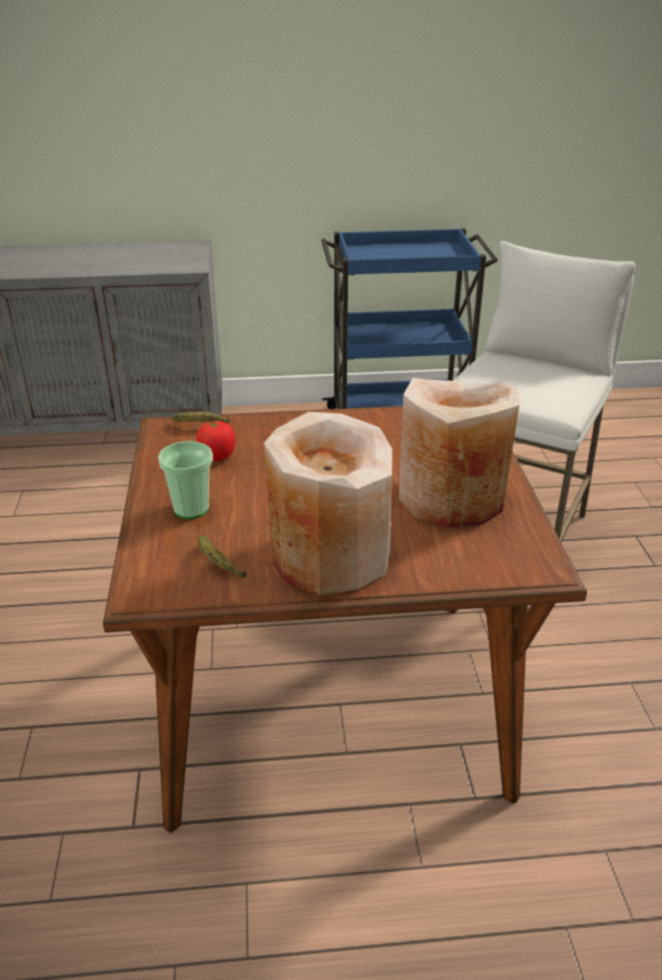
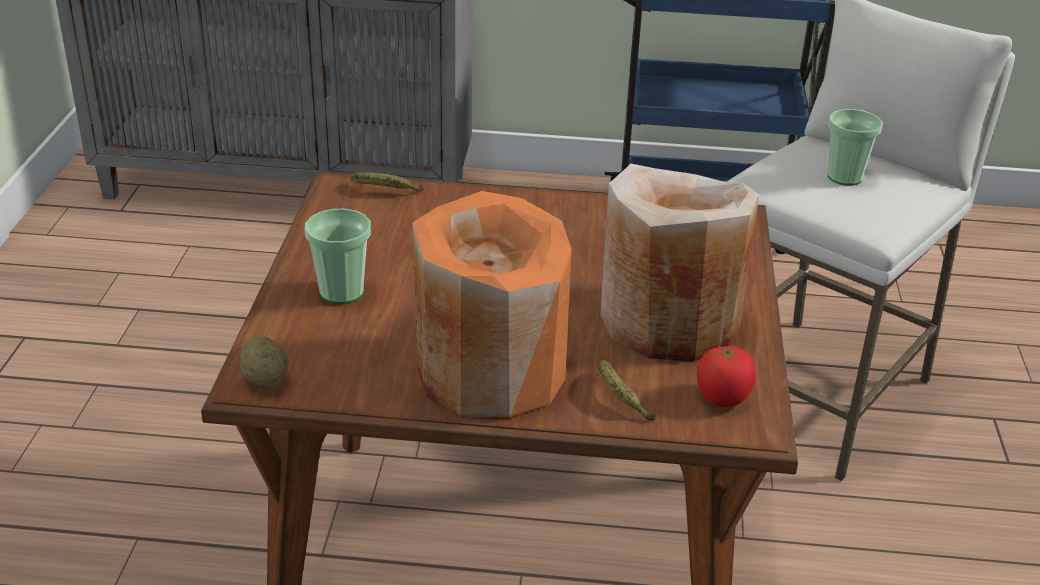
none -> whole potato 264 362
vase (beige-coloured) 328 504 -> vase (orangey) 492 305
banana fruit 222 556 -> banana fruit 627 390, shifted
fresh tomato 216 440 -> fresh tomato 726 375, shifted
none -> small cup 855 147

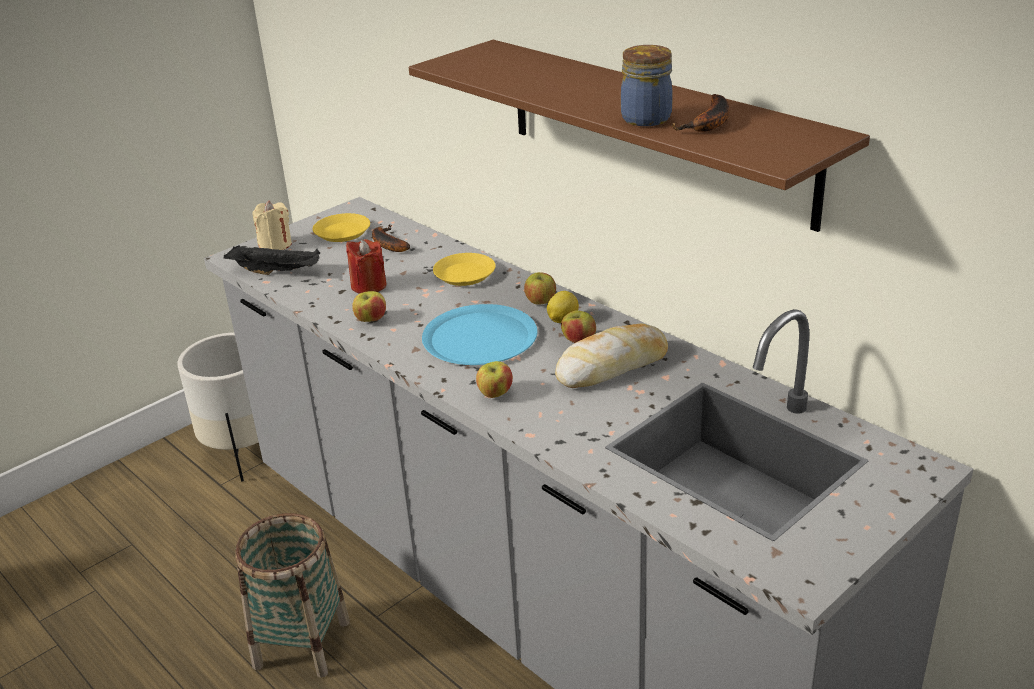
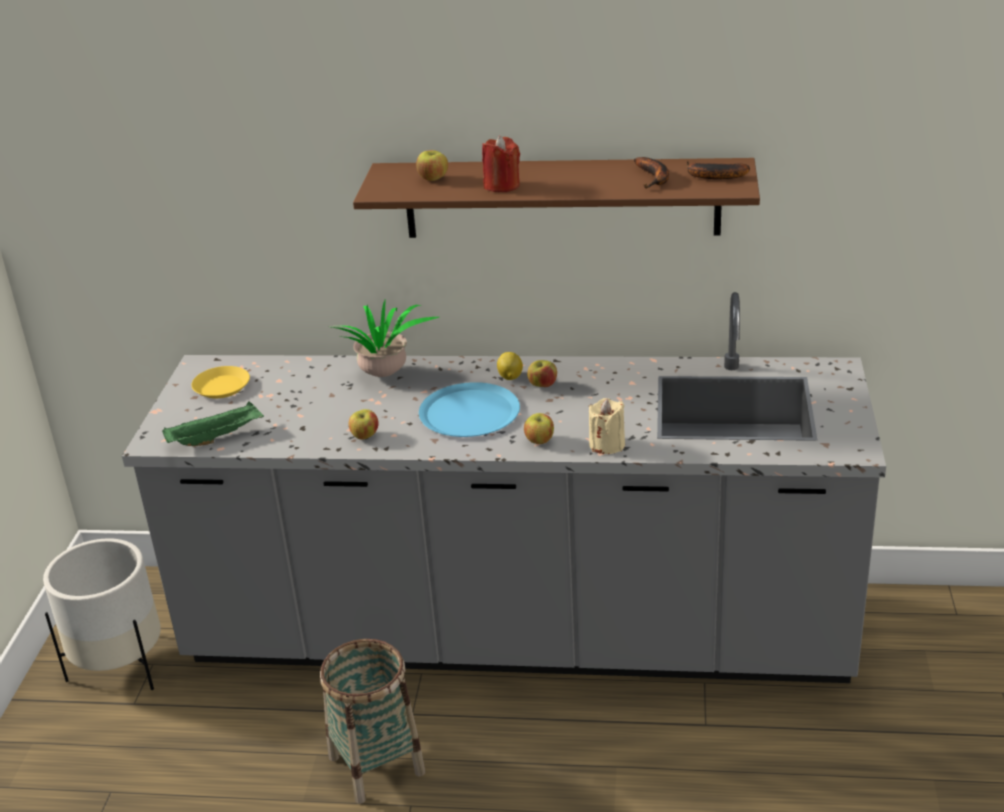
serving tray (blackish) 272 260 -> serving tray (greenish) 213 424
dinner plate (yellow) 464 269 -> potted plant 385 337
apple fruit 540 288 -> apple fruit 432 165, shifted
wax candle (reddish) 366 266 -> wax candle (reddish) 501 164, shifted
wax candle (beige-coloured) 272 225 -> wax candle (beige-coloured) 607 426, shifted
banana fruit 391 238 -> banana fruit 718 170, shifted
baked bread 611 355 -> none
jar 647 85 -> none

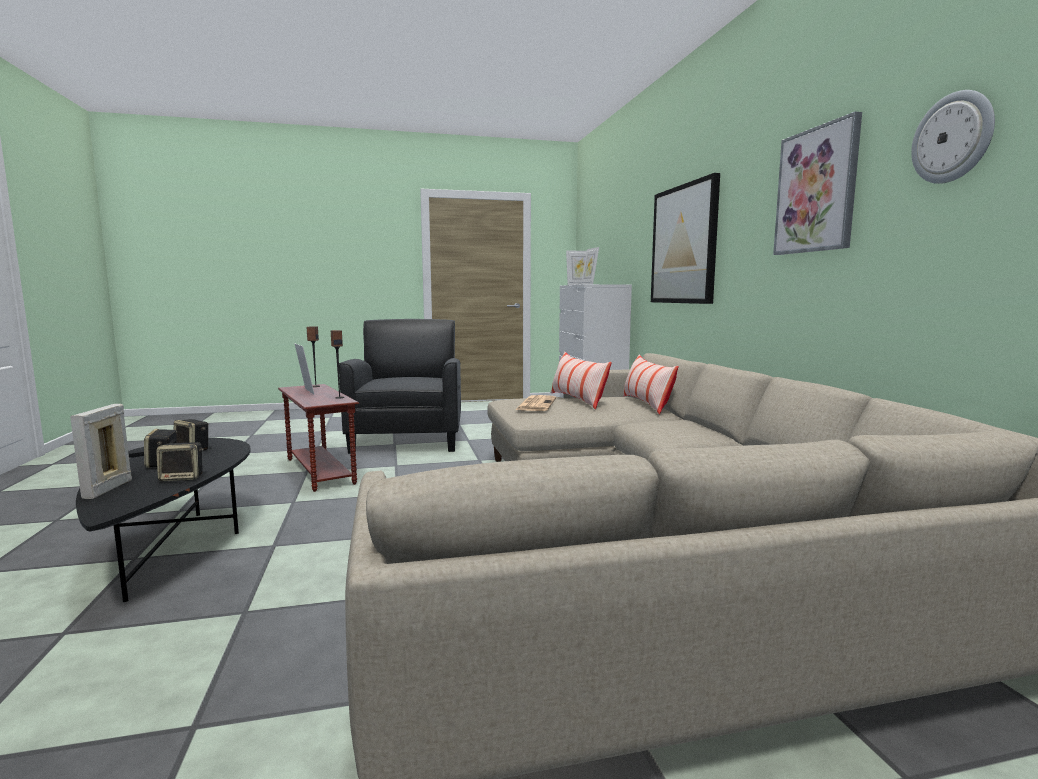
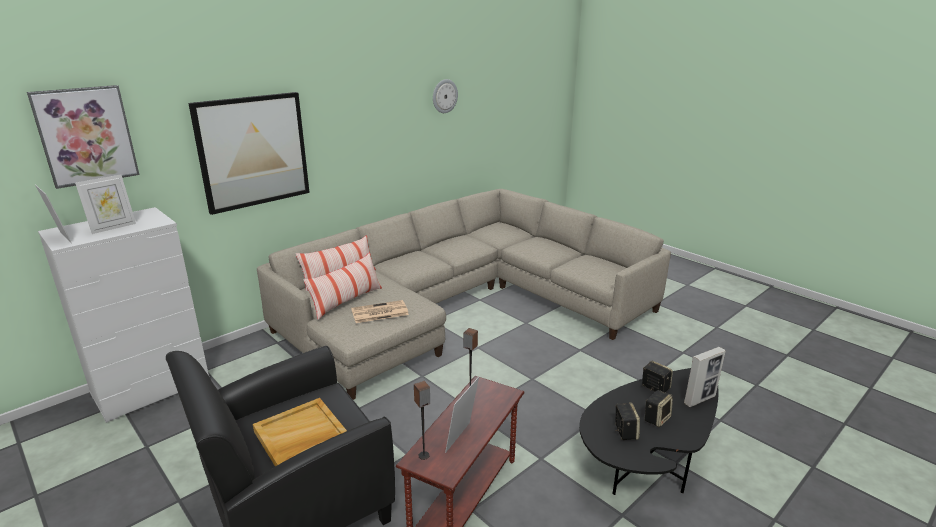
wall art 817 183 -> wall art 83 137, shifted
none -> serving tray (beige-coloured) 300 432

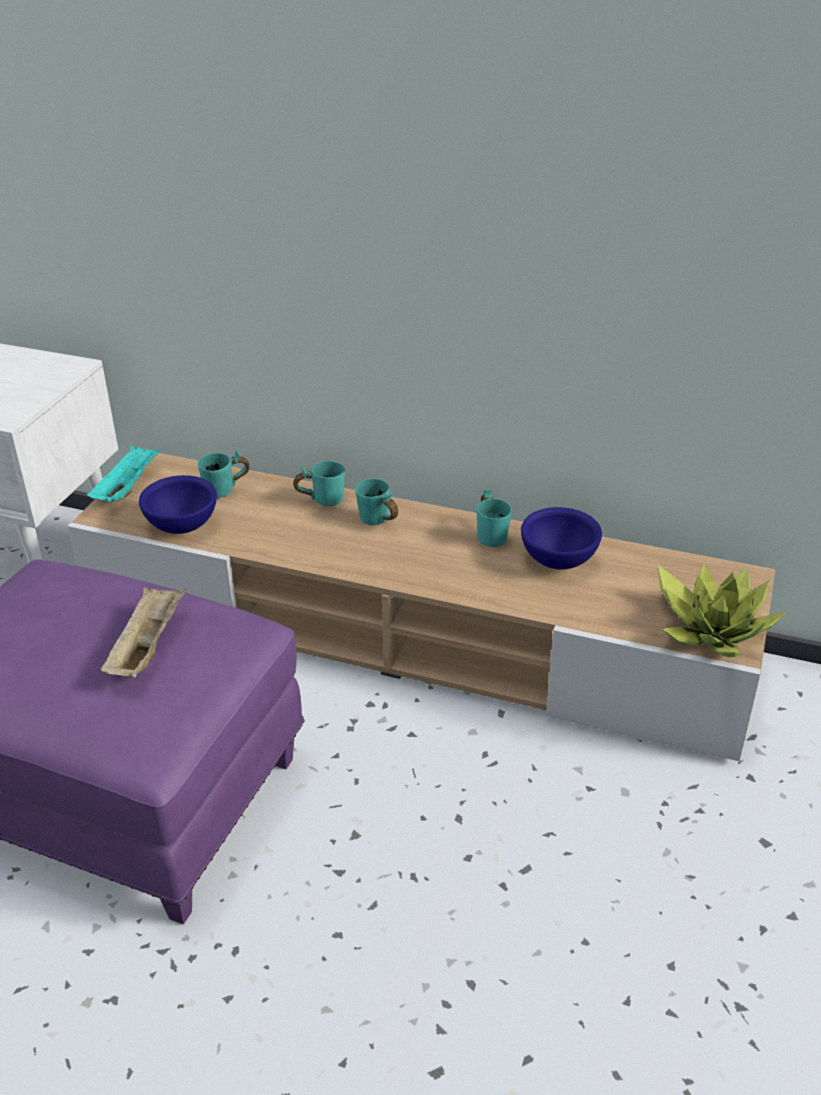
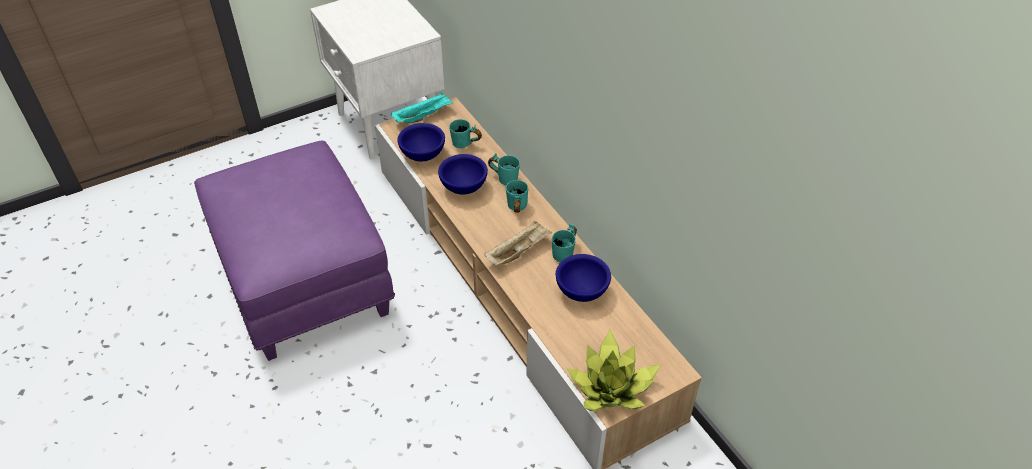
none -> deep dish (blue-coloured) 463 174
serving tray (beige-coloured) 143 632 -> serving tray (beige-coloured) 519 243, shifted

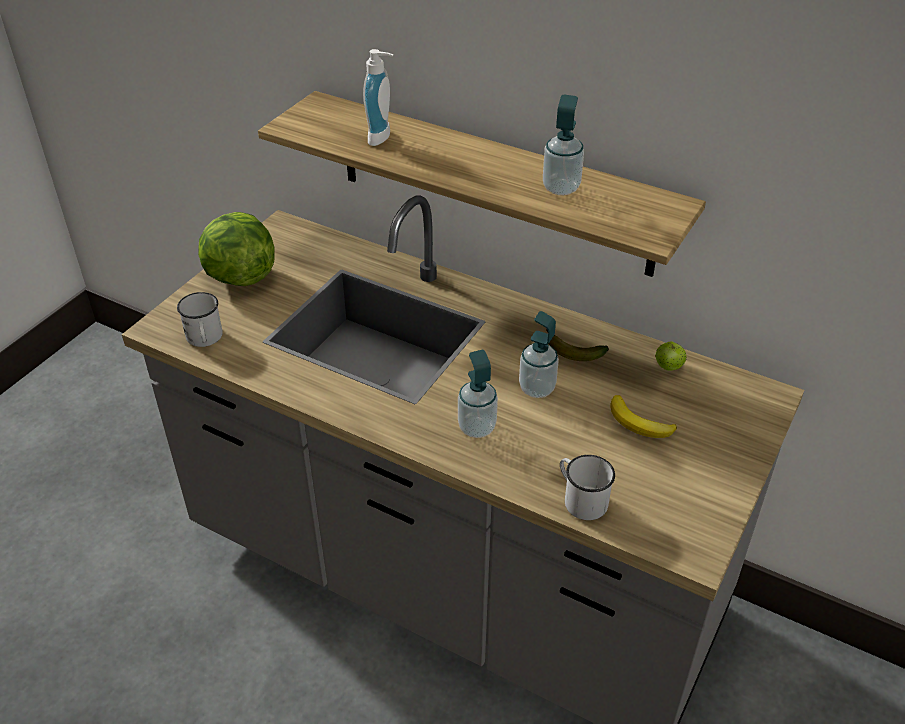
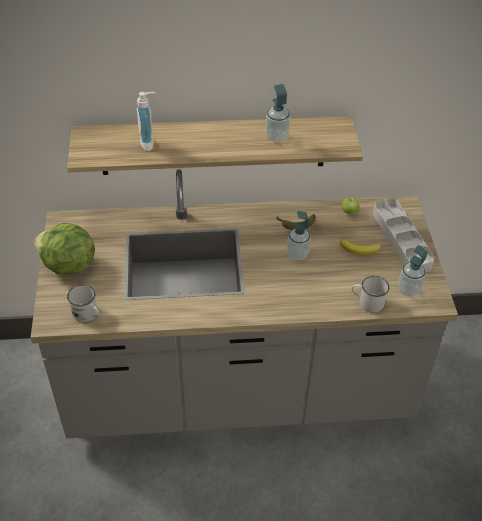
none -> serving tray (grey) 403 235
liquid soap bottle 478 394 -> liquid soap bottle 412 270, shifted

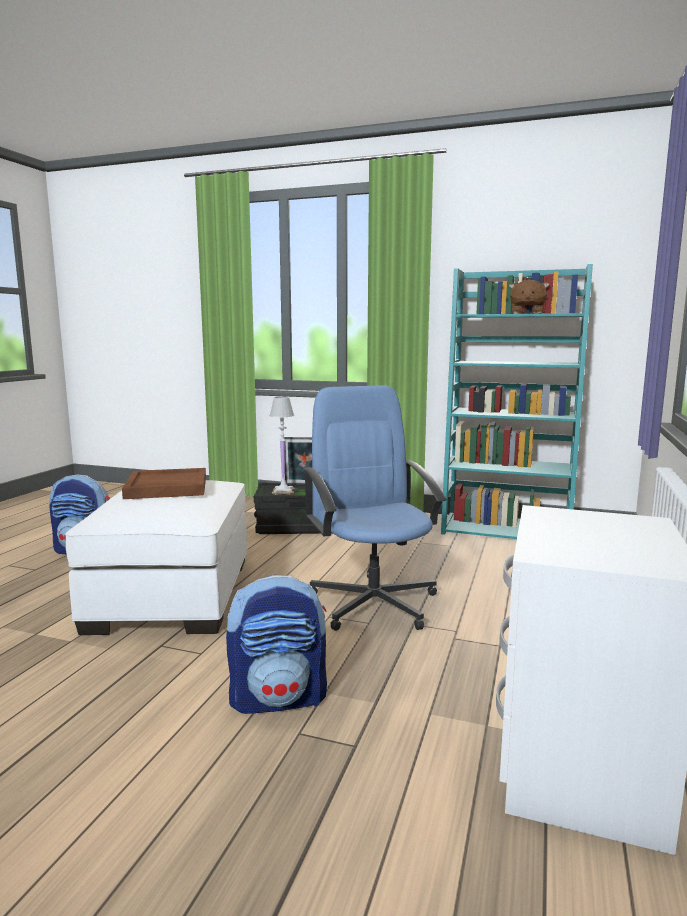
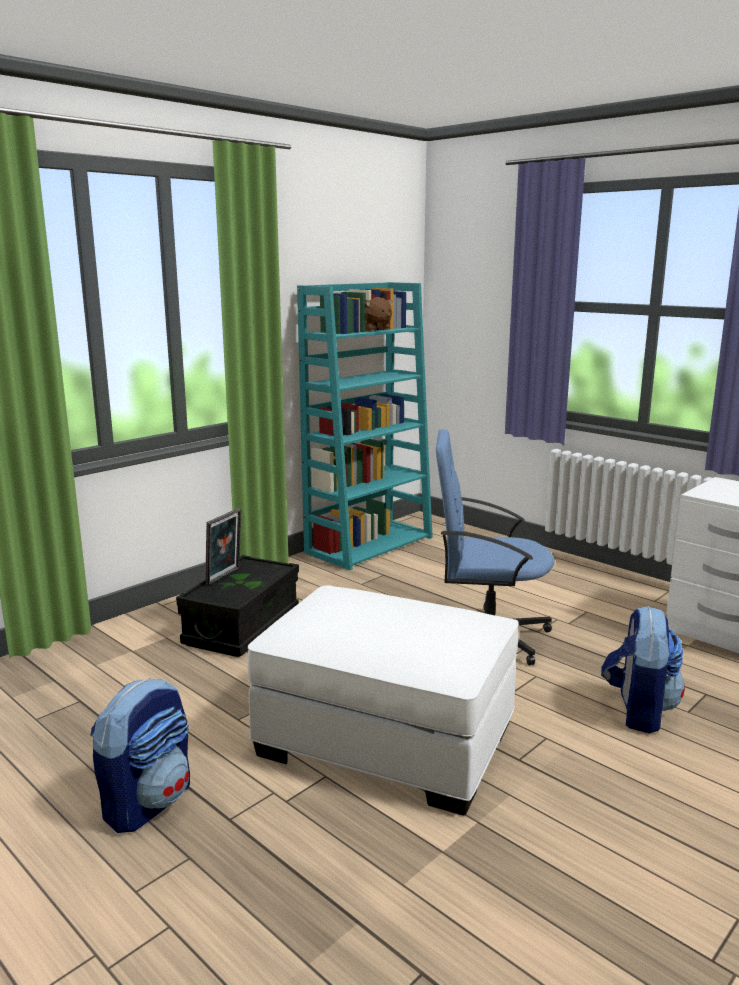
serving tray (brownish) 164 483 -> none
lamp for a table (whitish) 282 445 -> none

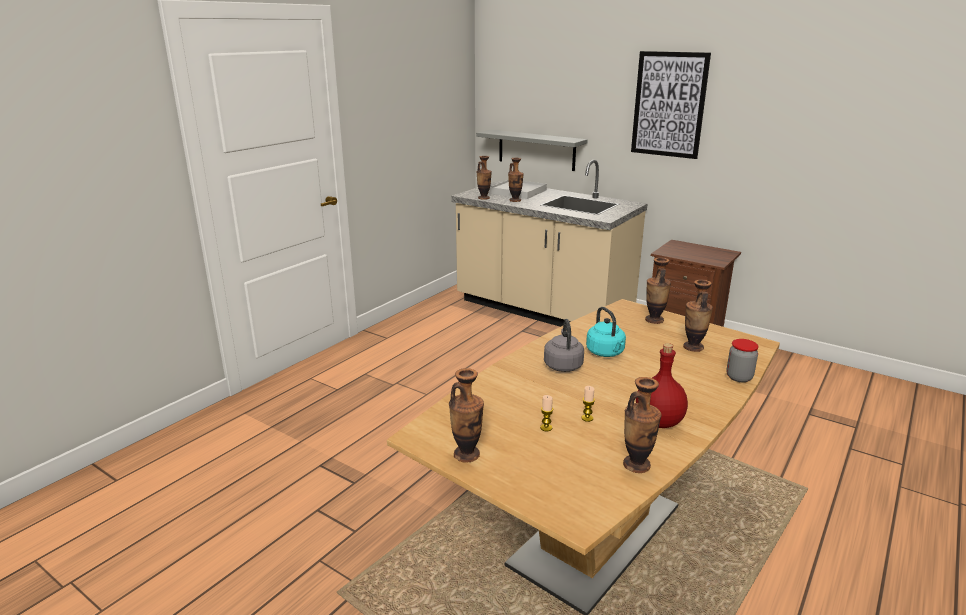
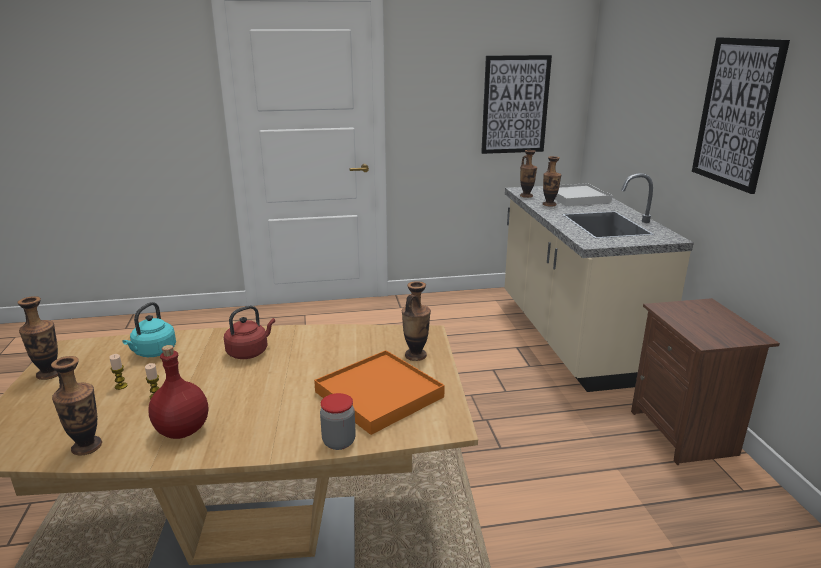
kettle (turquoise) 606 332 -> kettle (turquoise) 149 329, shifted
kettle (grey) 564 345 -> kettle (reddish) 249 332
vase 698 316 -> serving tray (orangey) 379 392
none -> wall art 516 104
shelf (grey) 532 150 -> none

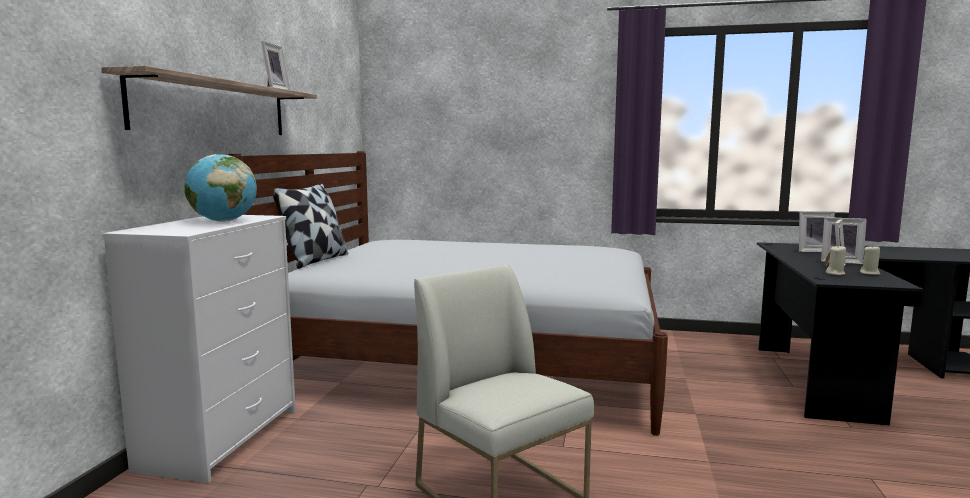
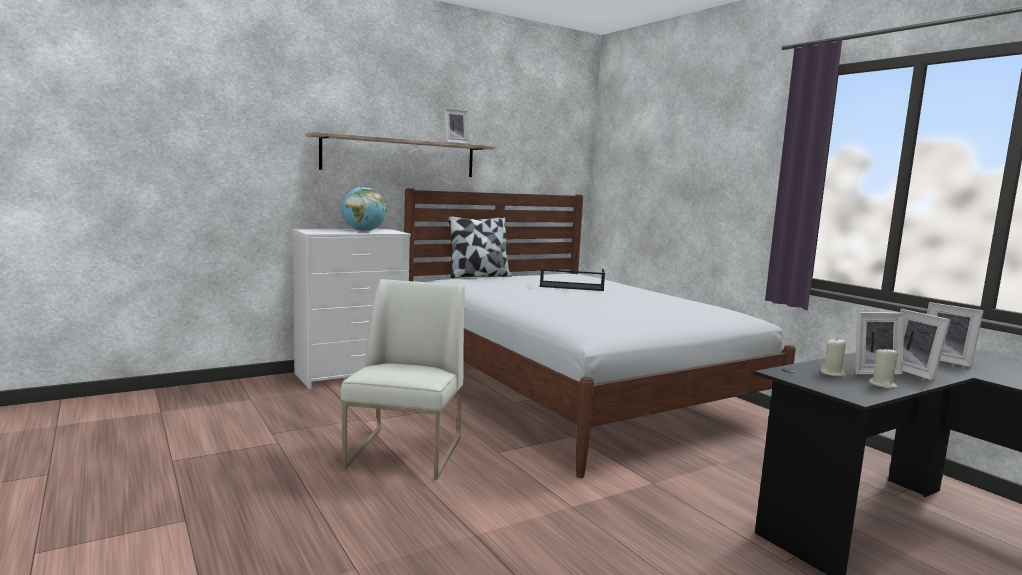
none -> serving tray (blackish) 572 278

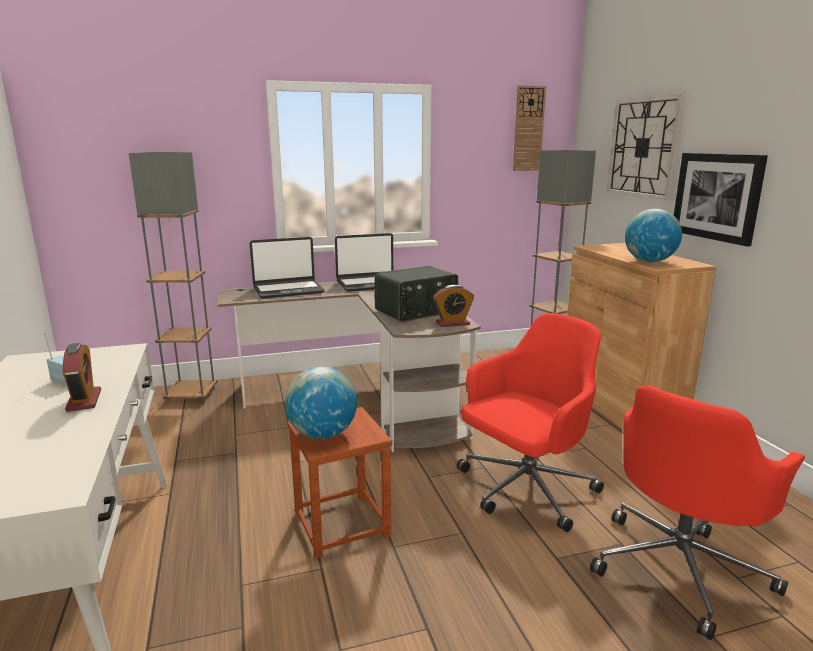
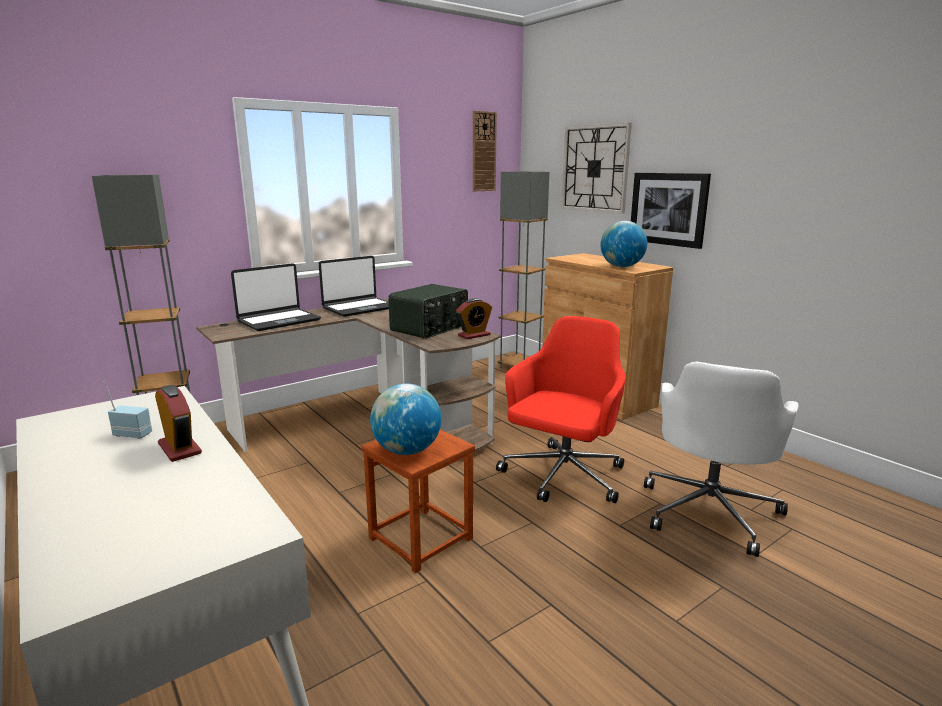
computer chair (reddish) 697 512 -> computer chair (whitish) 721 459

